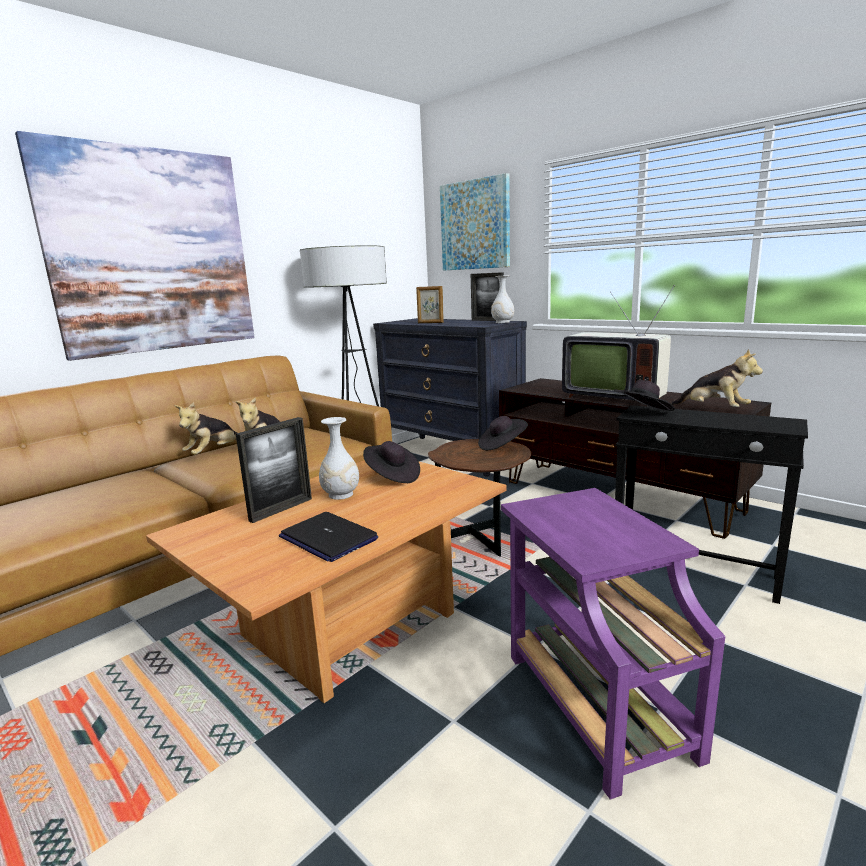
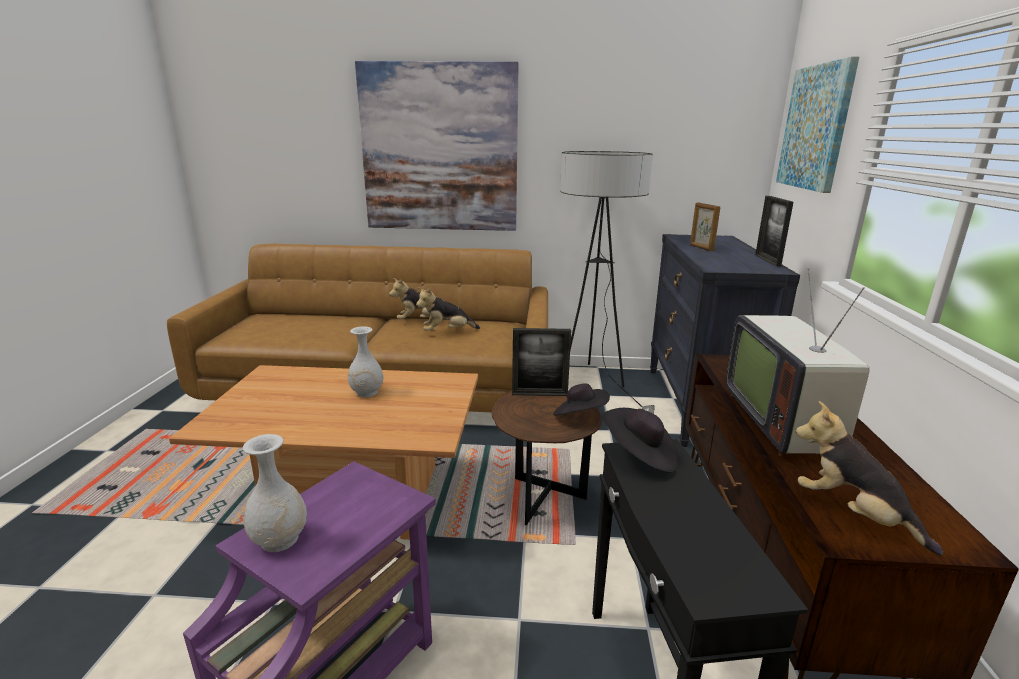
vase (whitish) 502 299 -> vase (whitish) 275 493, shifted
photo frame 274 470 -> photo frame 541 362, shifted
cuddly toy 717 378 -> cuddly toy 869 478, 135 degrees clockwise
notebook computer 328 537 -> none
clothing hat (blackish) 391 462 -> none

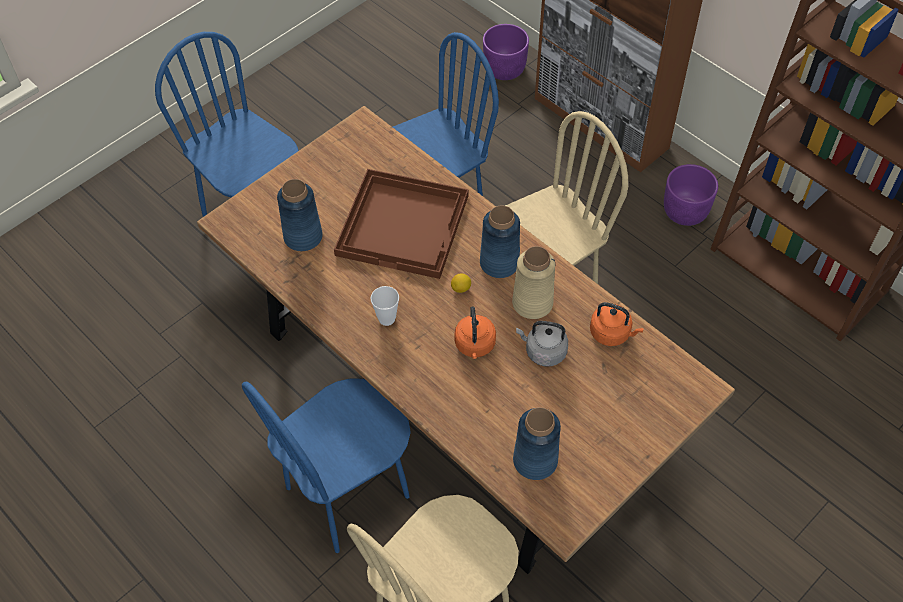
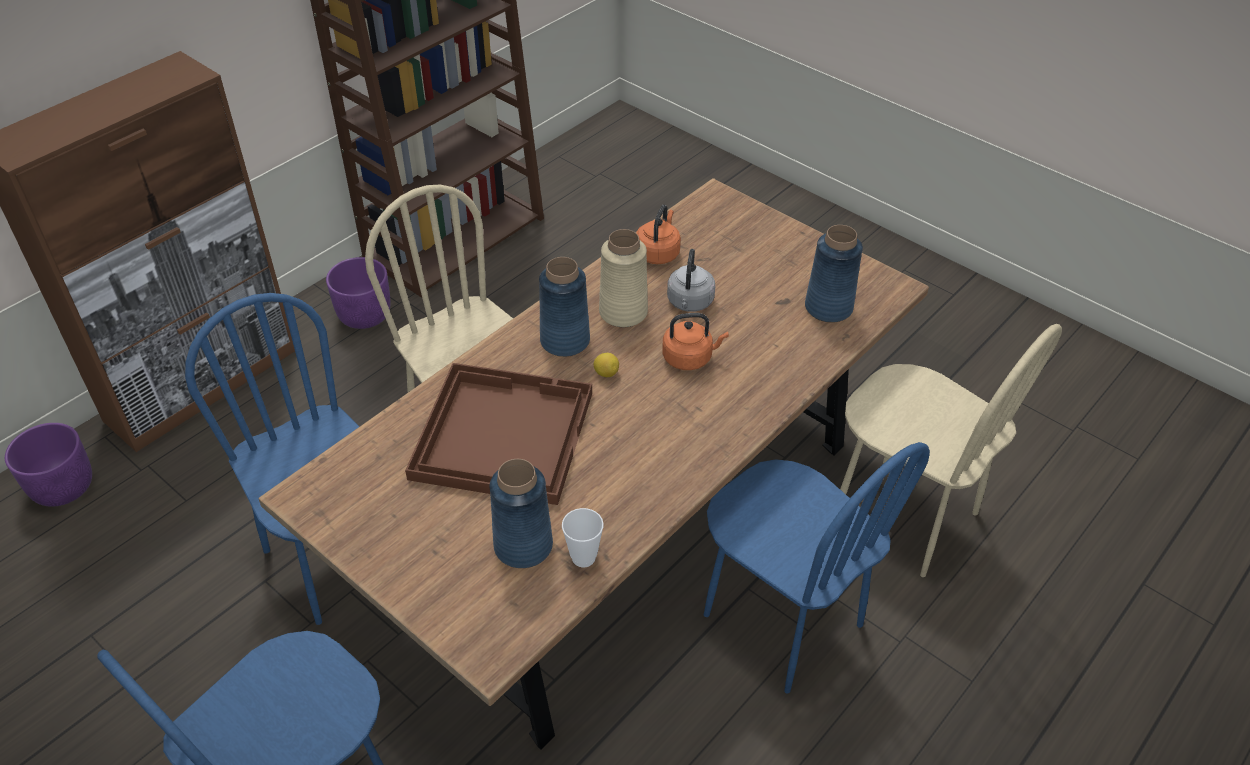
small cup 384 306 -> small cup 583 538, shifted

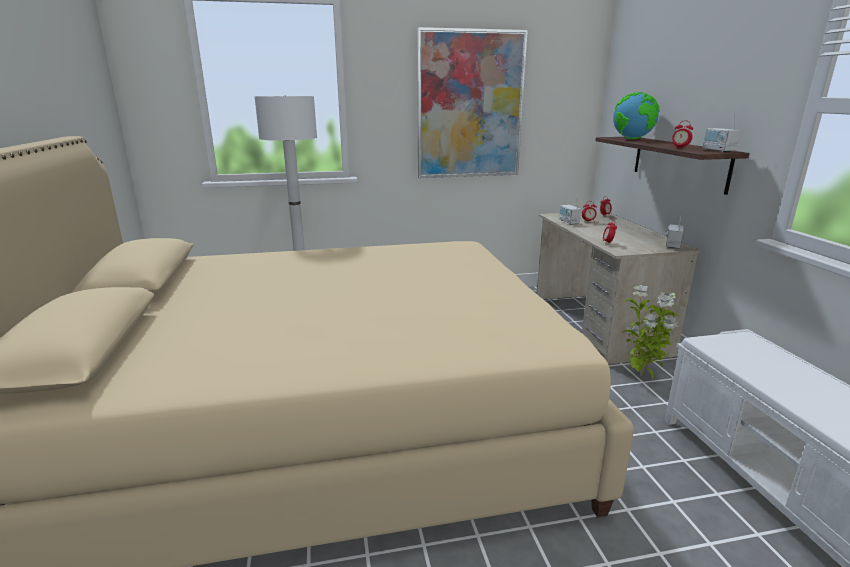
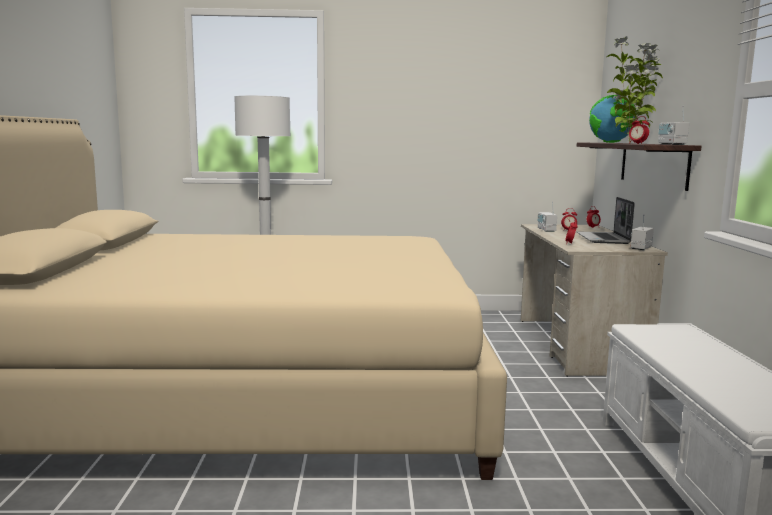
none -> notebook computer 605 220
potted plant 651 332 -> potted plant 635 89, shifted
wall art 472 102 -> none

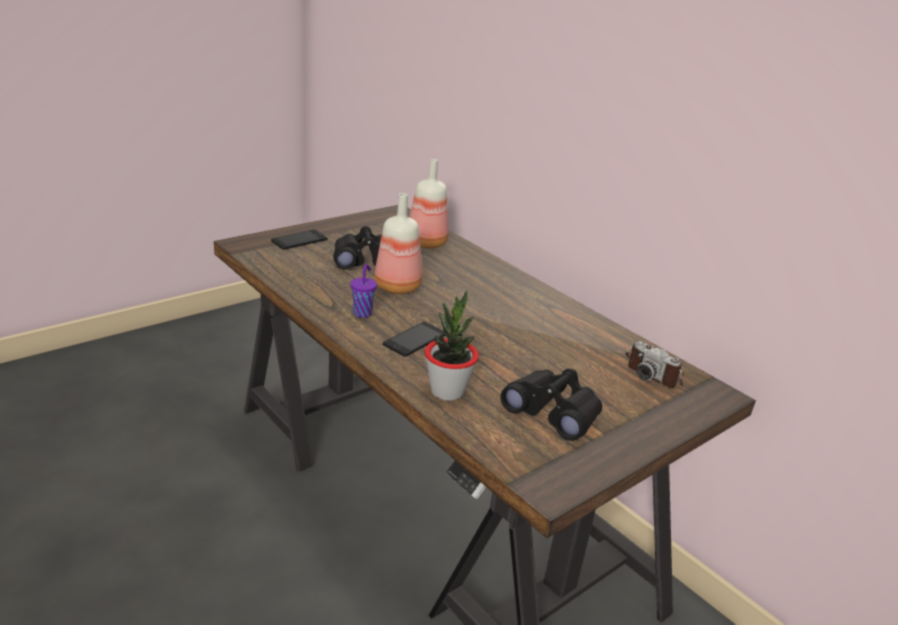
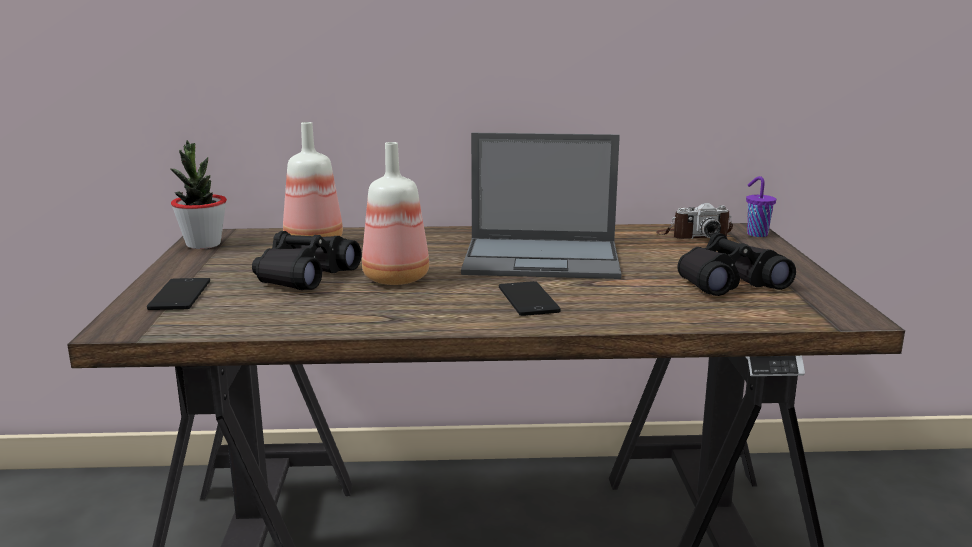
potted plant 452 345 -> potted plant 198 194, shifted
none -> notebook computer 541 206
small cup (purplish) 364 291 -> small cup (purplish) 761 206, shifted

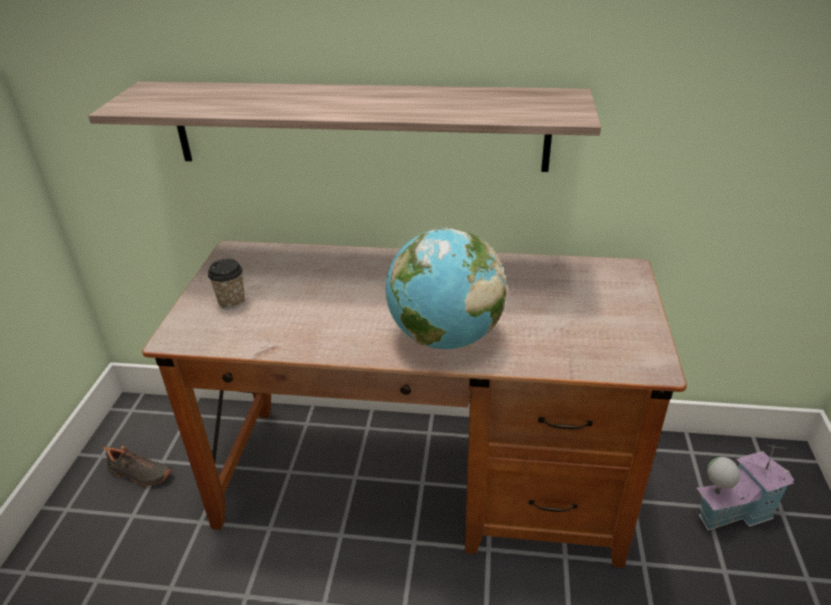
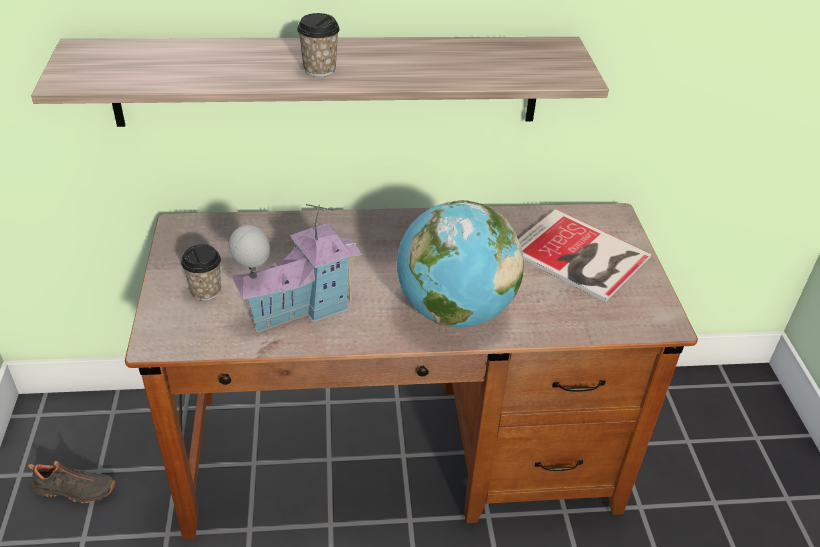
toy house 746 487 -> toy house 295 268, shifted
none -> small cup 318 45
none -> book 585 255

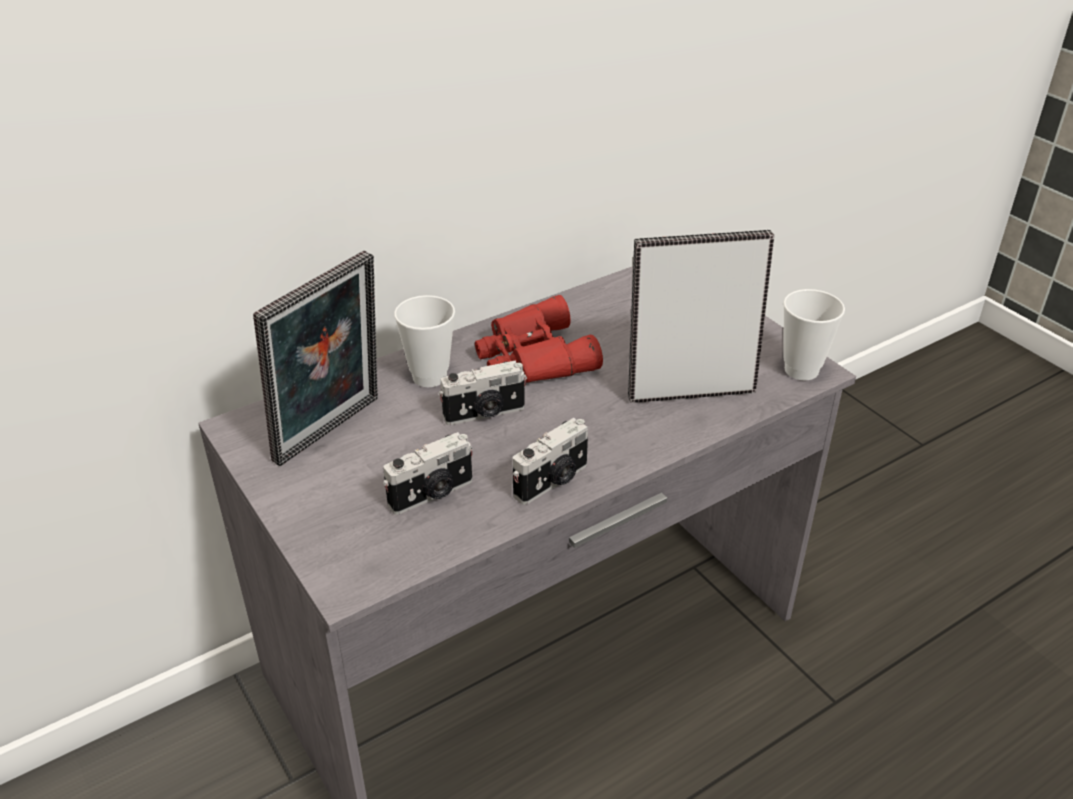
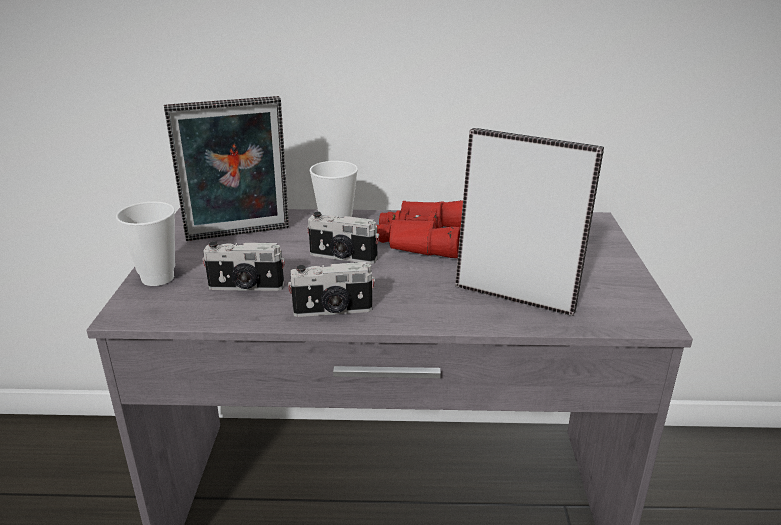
small cup 814 335 -> small cup 145 243, shifted

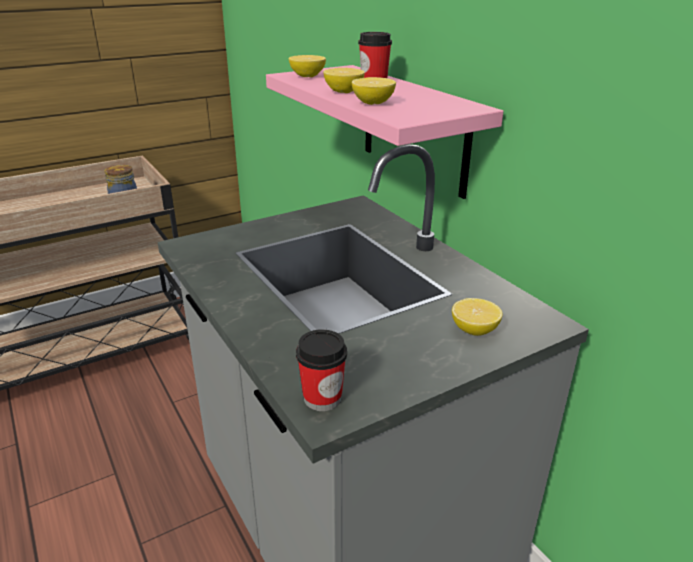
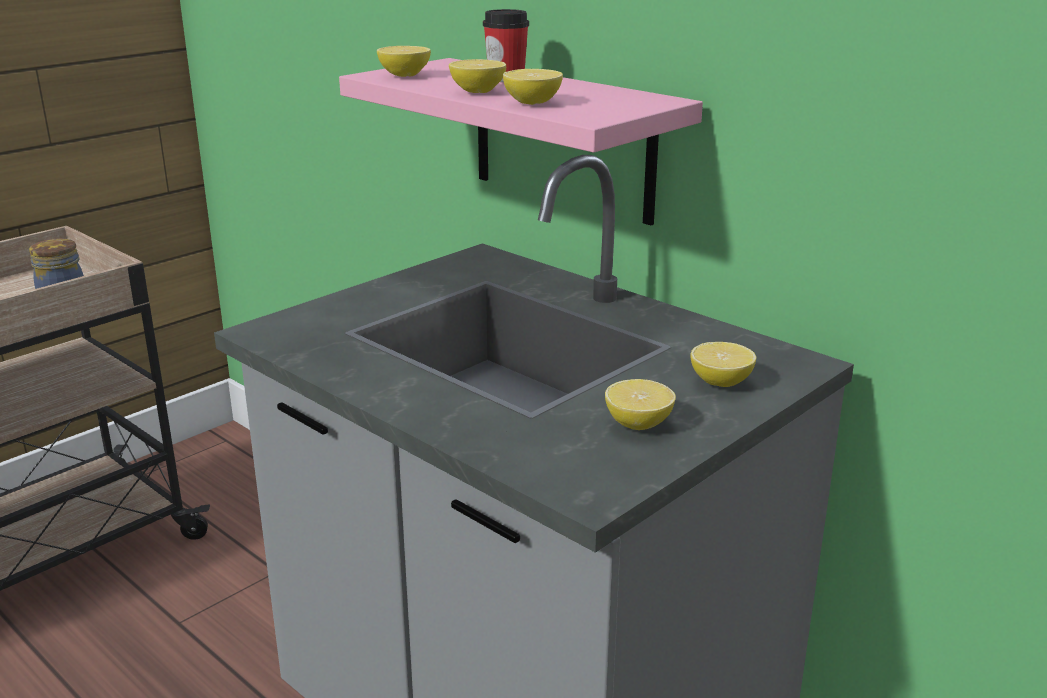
none -> citrus fruit 640 404
small cup 321 370 -> none

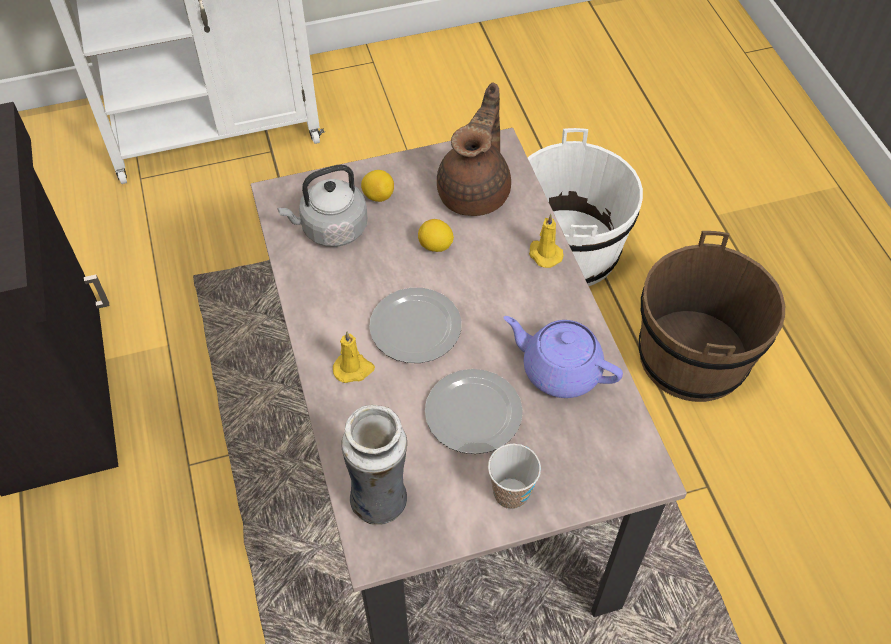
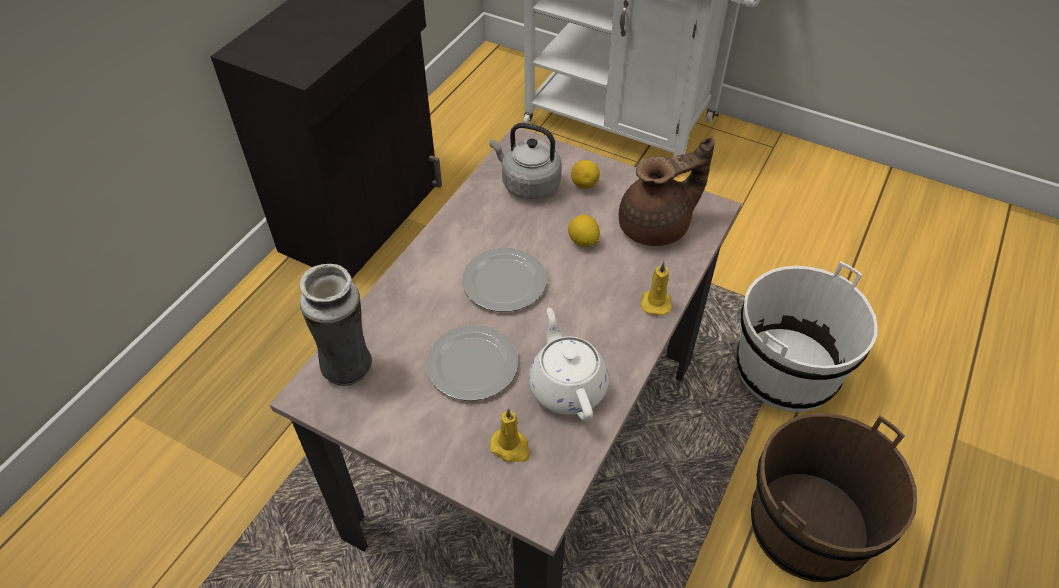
wax candle (yellow) 354 357 -> wax candle (yellow) 510 435, shifted
pot for tea (purplish) 563 357 -> pot for tea (whitish) 569 365
small cup 514 476 -> none

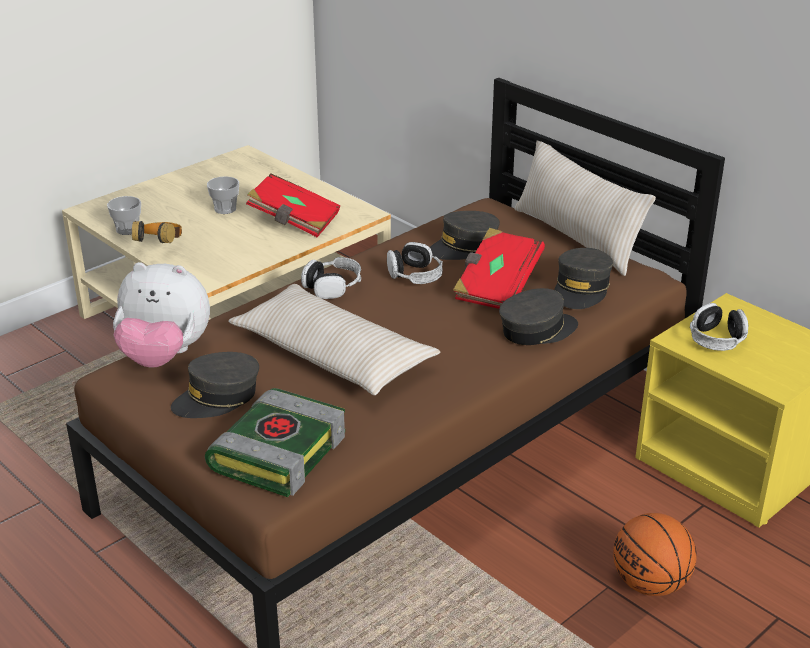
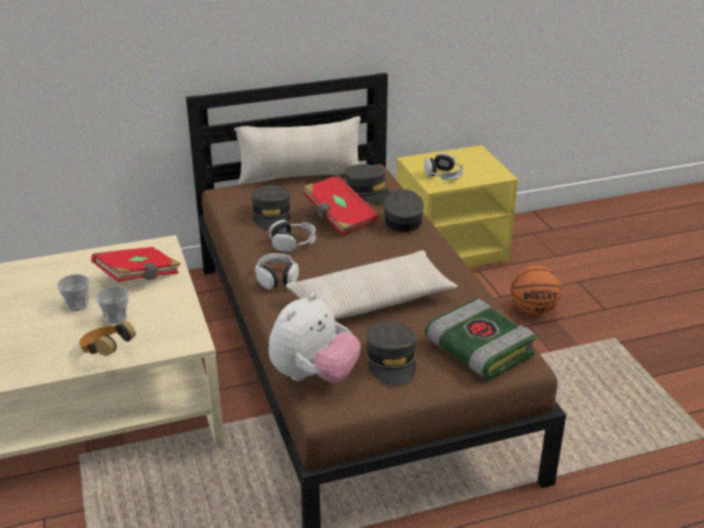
small cup 124 215 -> small cup 112 305, shifted

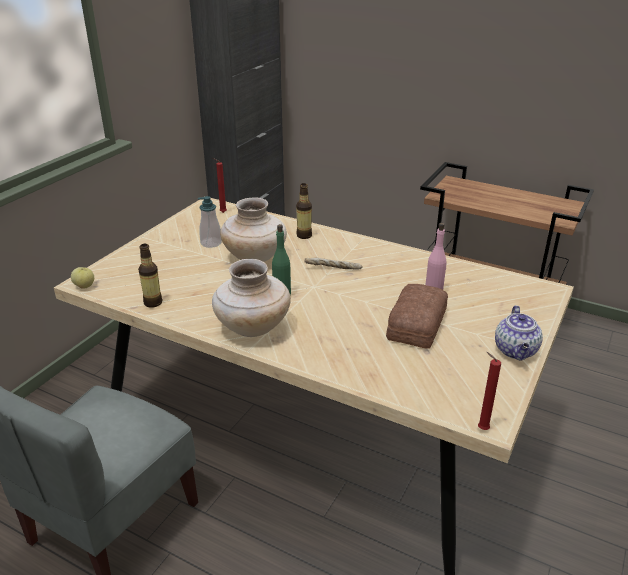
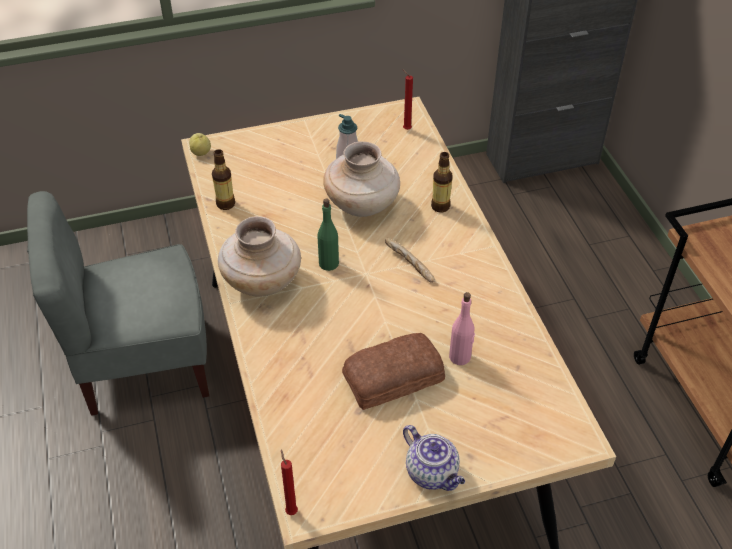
pot for tea 519 333 -> pot for tea 434 458, 90 degrees counterclockwise

